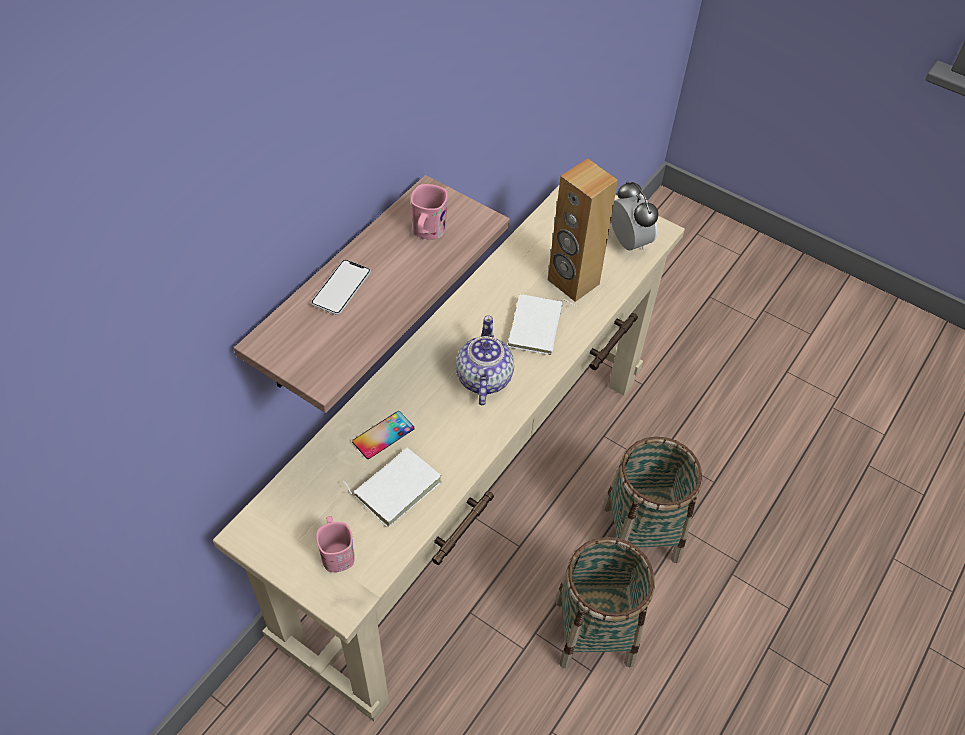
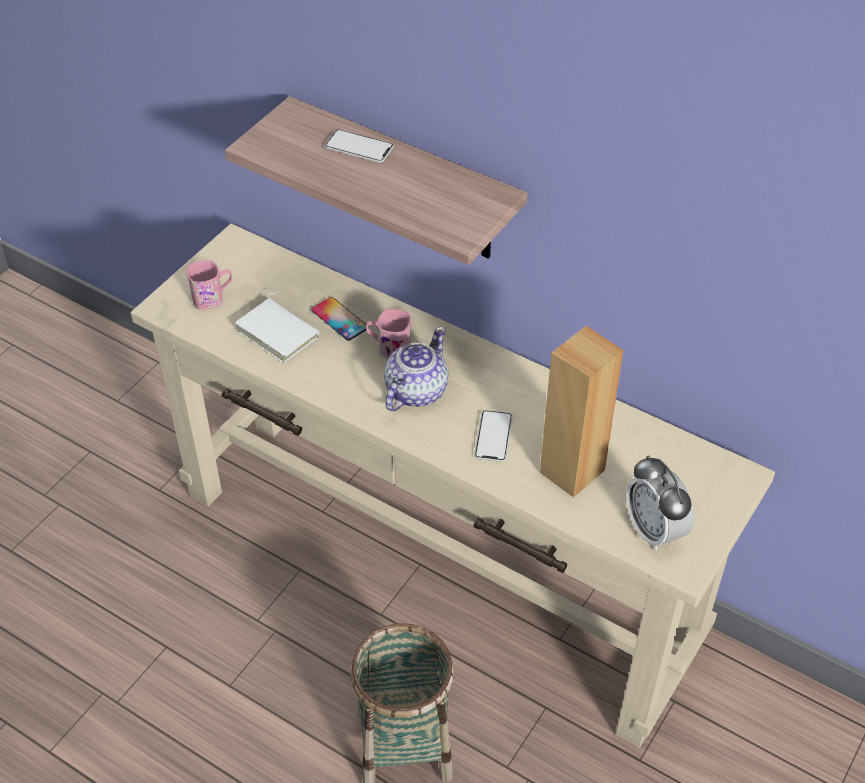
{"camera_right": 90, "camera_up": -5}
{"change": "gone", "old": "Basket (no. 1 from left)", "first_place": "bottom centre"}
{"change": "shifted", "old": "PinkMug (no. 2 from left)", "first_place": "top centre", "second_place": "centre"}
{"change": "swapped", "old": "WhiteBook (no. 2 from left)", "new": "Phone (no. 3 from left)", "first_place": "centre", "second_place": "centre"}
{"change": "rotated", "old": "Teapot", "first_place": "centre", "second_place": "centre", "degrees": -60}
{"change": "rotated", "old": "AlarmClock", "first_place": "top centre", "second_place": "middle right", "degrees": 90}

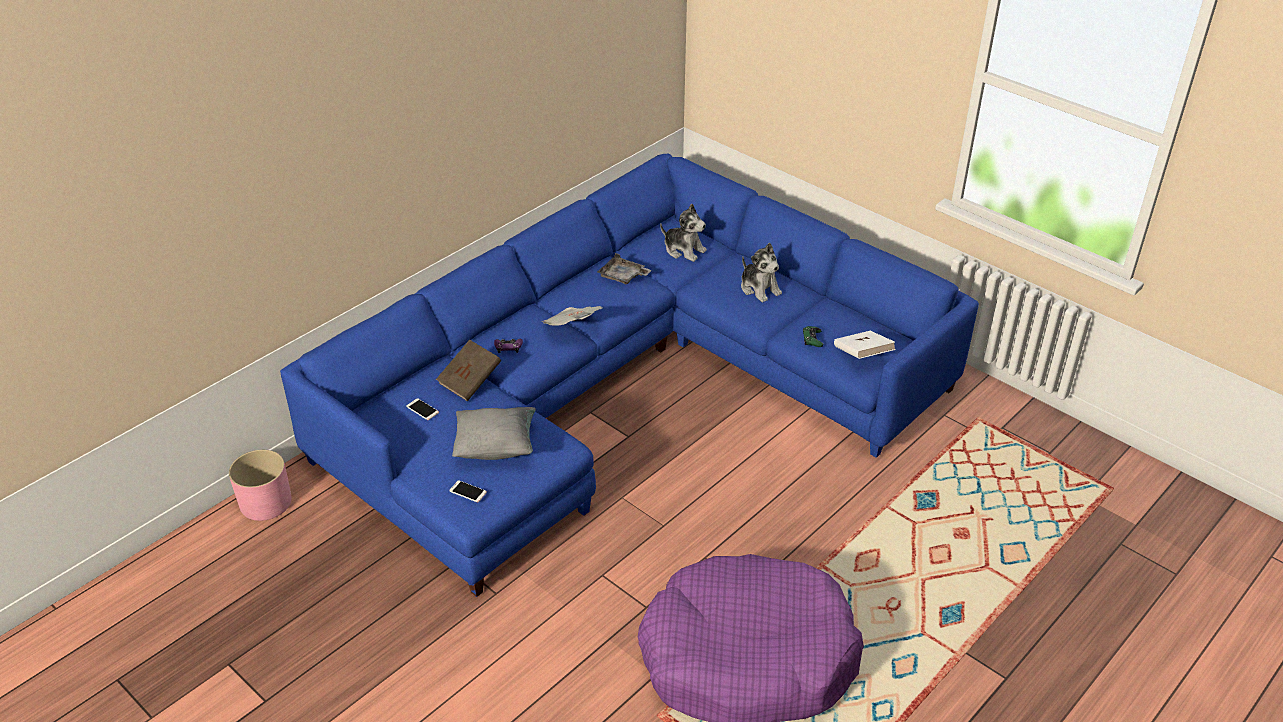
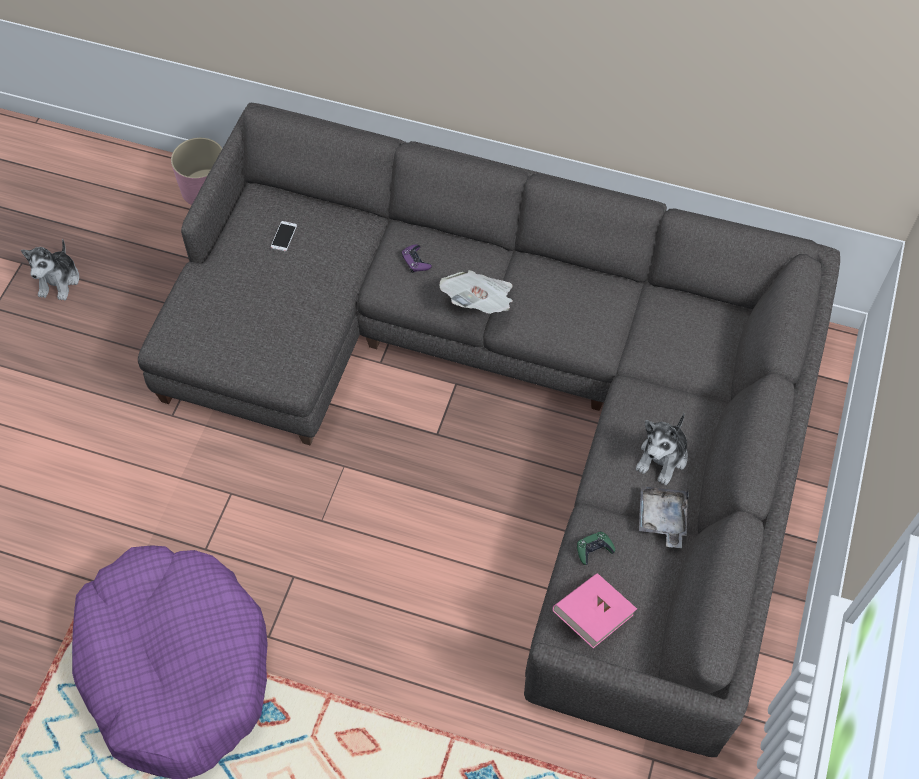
{"camera_right": 65, "camera_up": 20}
{"change": "gone", "old": "BrownBook", "first_place": "centre"}
{"change": "gone", "old": "Phone (no. 2 from left)", "first_place": "bottom centre"}
{"change": "gone", "old": "GreyPillow", "first_place": "centre"}
{"change": "shifted", "old": "GreyTray", "first_place": "centre", "second_place": "middle right"}
{"change": "shifted", "old": "PlushToy (no. 1 from left)", "first_place": "top centre", "second_place": "middle left"}
{"change": "repainted", "old": "BlueSofa", "new": "GreySofa", "first_place": "centre", "second_place": "centre"}
{"change": "repainted", "old": "WhiteBook", "new": "PinkBook", "first_place": "middle right", "second_place": "bottom centre"}

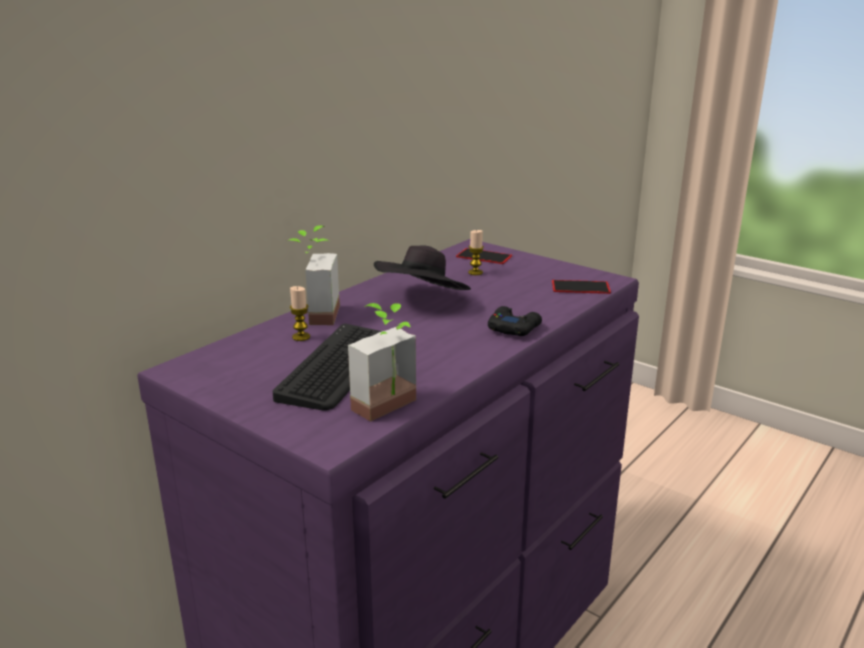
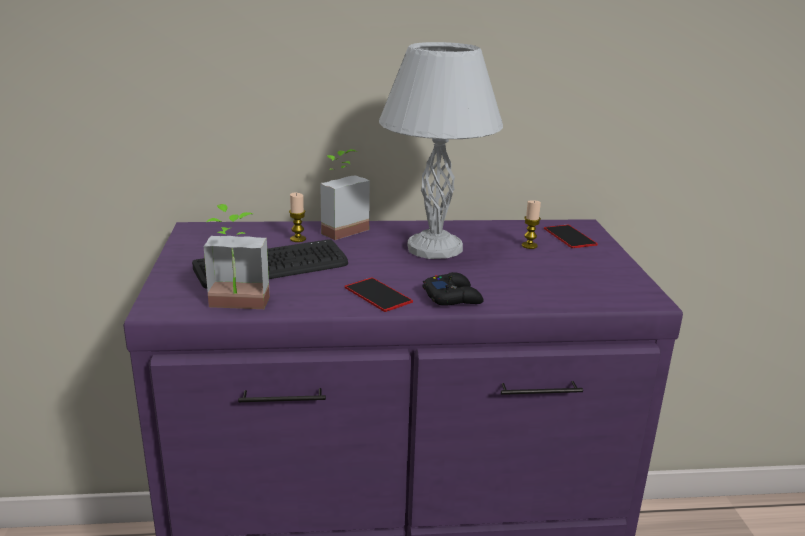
{"camera_right": 45, "camera_up": 0}
{"change": "shifted", "old": "Phone (no. 2 from left in the first image)", "new": "Phone (no. 1 from left)", "first_place": "middle right", "second_place": "centre"}
{"change": "swapped", "old": "BlackHat", "new": "WhiteTableLamp", "first_place": "centre", "second_place": "top centre"}

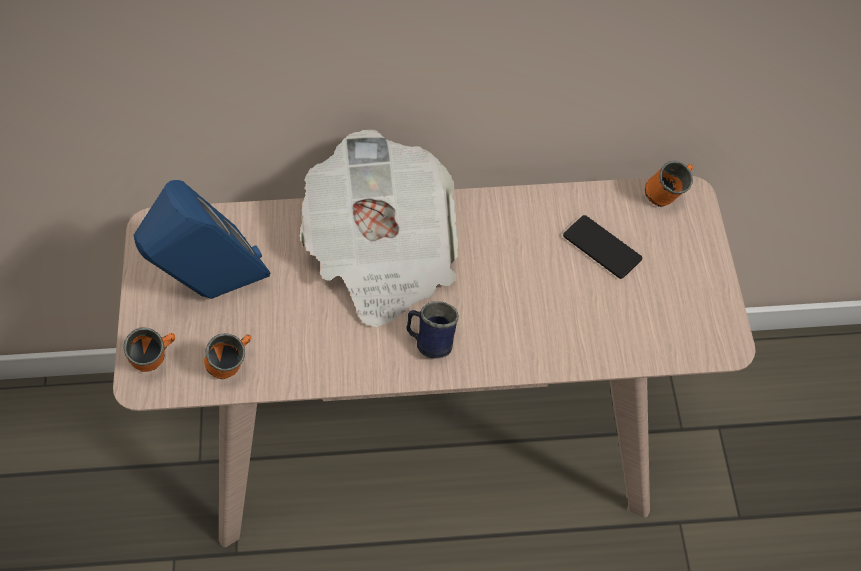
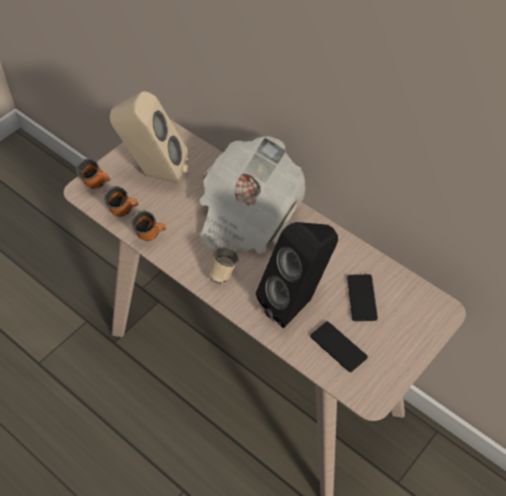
{"camera_right": 45, "camera_up": -5}
{"change": "new", "new": "BlackSpeaker", "second_place": "centre"}
{"change": "new", "new": "Phone (no. 1 from left)", "second_place": "bottom right"}
{"change": "shifted", "old": "OrangeMug (no. 3 from left)", "first_place": "top right", "second_place": "middle left"}
{"change": "repainted", "old": "BlueSpeaker", "new": "BeigeSpeaker", "first_place": "middle left", "second_place": "top left"}
{"change": "repainted", "old": "BlueMug", "new": "BeigeMug", "first_place": "centre", "second_place": "centre"}

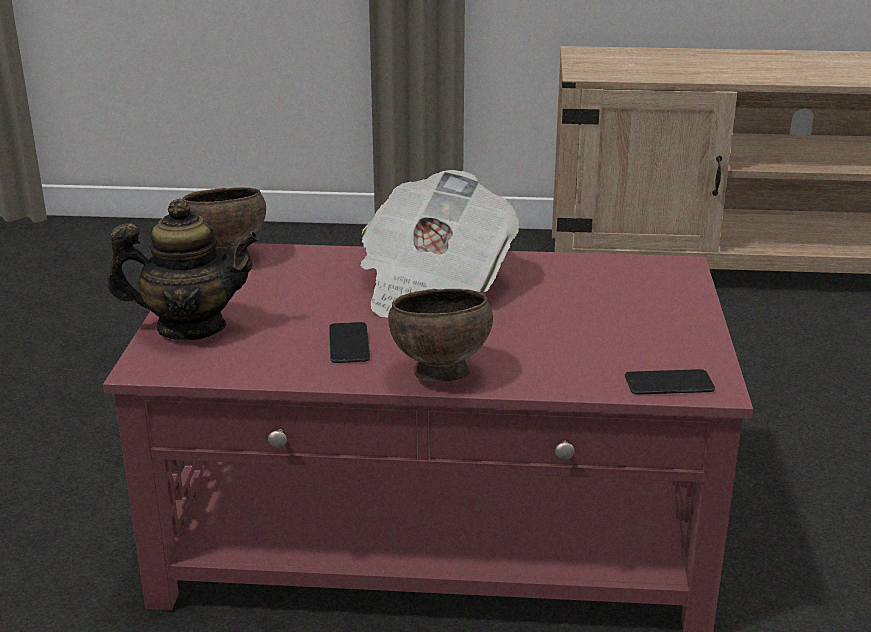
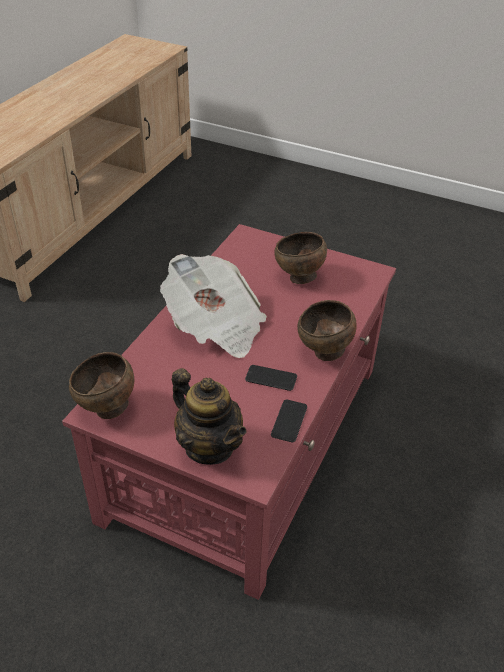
{"camera_right": -70, "camera_up": 15}
{"change": "new", "new": "BrownBowl (no. 2 from left)", "second_place": "centre"}
{"change": "shifted", "old": "Phone (no. 2 from left)", "first_place": "middle right", "second_place": "centre"}
{"change": "rotated", "old": "Teapot", "first_place": "middle left", "second_place": "centre", "degrees": 120}

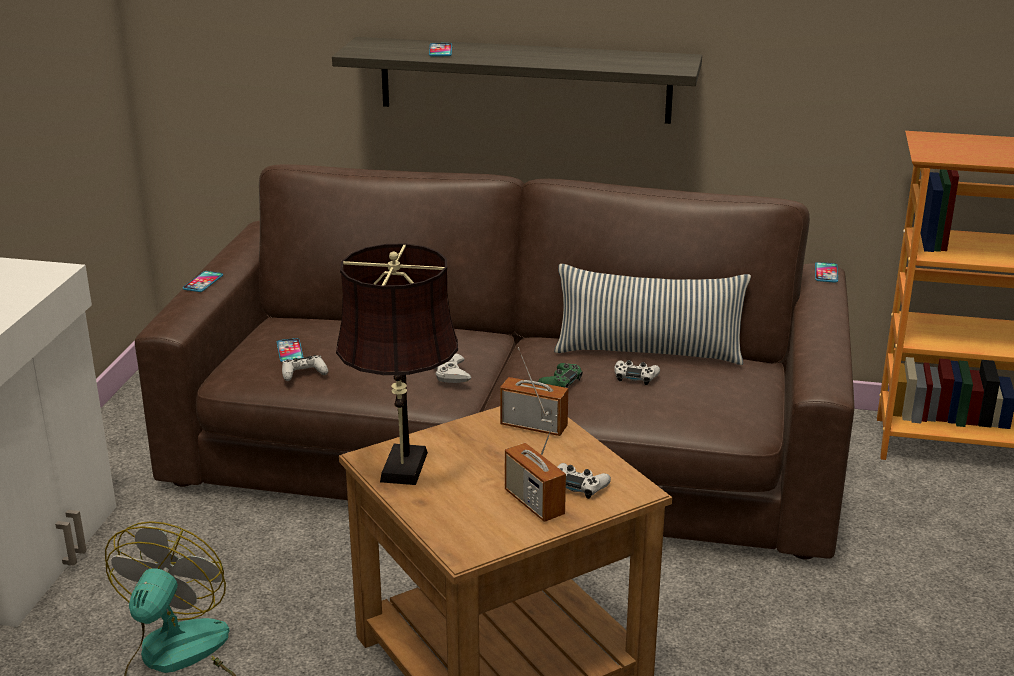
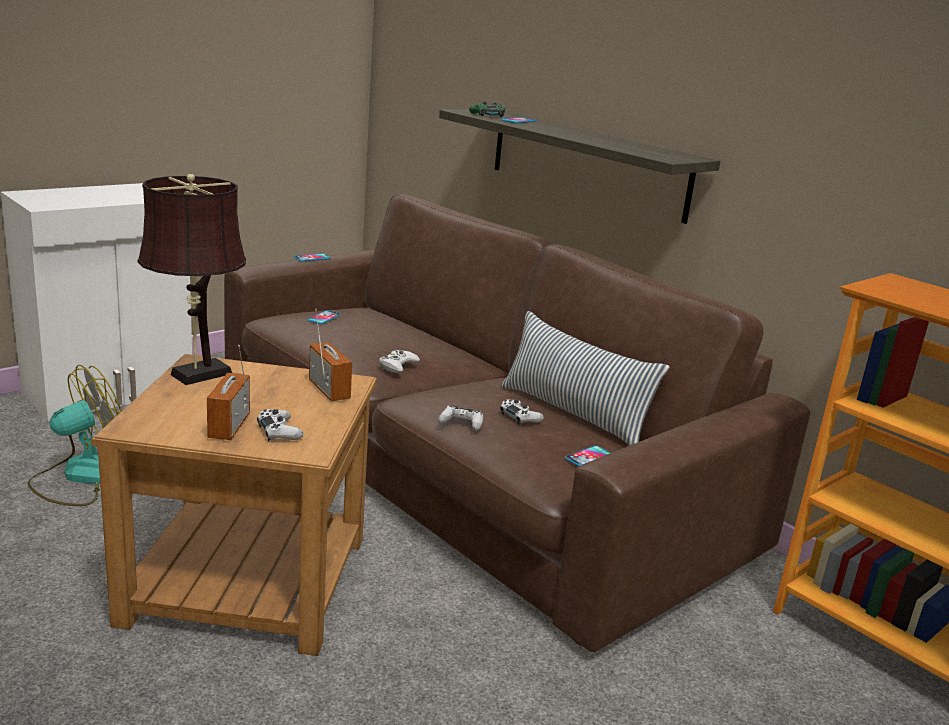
{"camera_right": 35, "camera_up": -5}
{"change": "shifted", "old": "WhiteGameController (no. 1 from left in the first image)", "new": "WhiteGameController (no. 3 from left)", "first_place": "middle left", "second_place": "centre"}
{"change": "shifted", "old": "GreenGameController", "first_place": "centre", "second_place": "top centre"}
{"change": "shifted", "old": "Phone (no. 4 from left)", "first_place": "middle right", "second_place": "centre"}

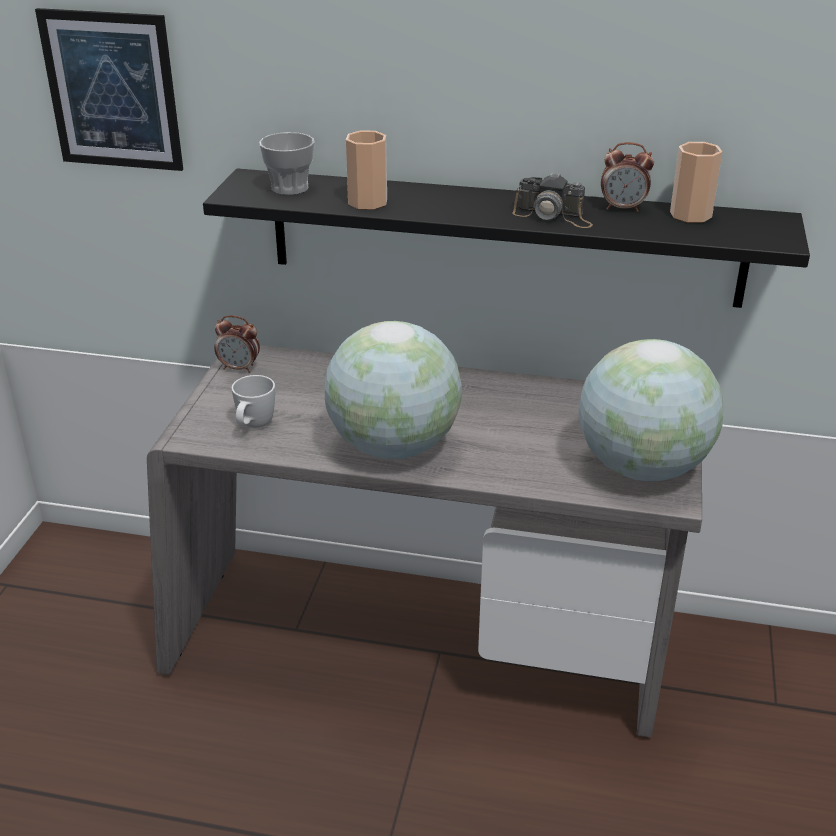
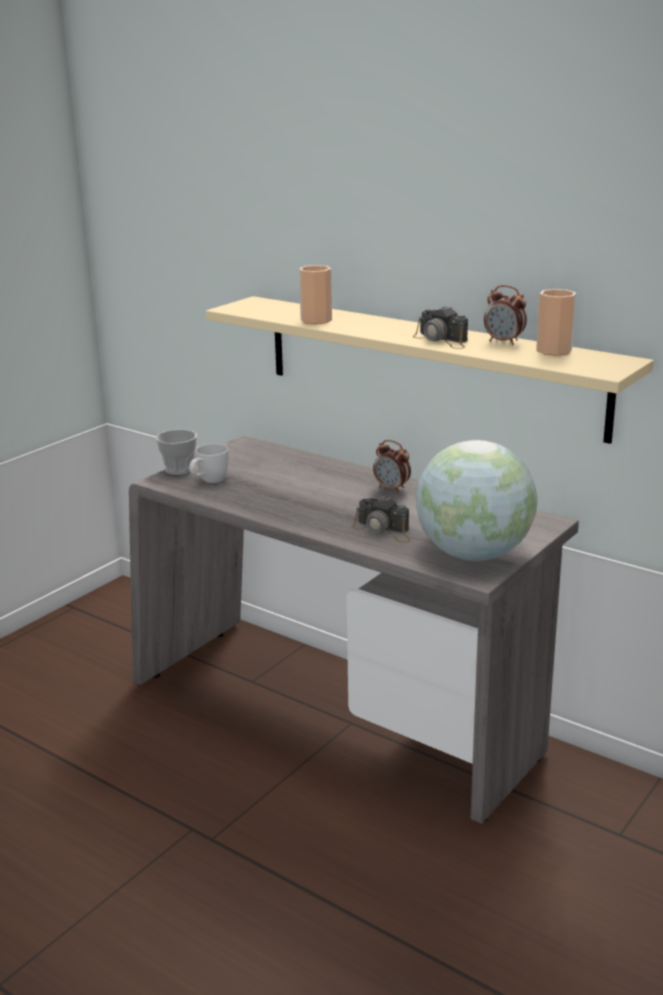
{"camera_right": 25, "camera_up": -10}
{"change": "gone", "old": "Picture", "first_place": "top left"}
{"change": "gone", "old": "Globe (no. 1 from left)", "first_place": "centre"}
{"change": "new", "new": "PhotoCamera (no. 1 from left)", "second_place": "centre"}
{"change": "shifted", "old": "AlarmClock (no. 1 from left)", "first_place": "middle left", "second_place": "centre"}
{"change": "shifted", "old": "Cup (no. 1 from left)", "first_place": "top centre", "second_place": "middle left"}
{"change": "repainted", "old": "BlackShelf", "new": "BeigeShelf", "first_place": "top centre", "second_place": "centre"}

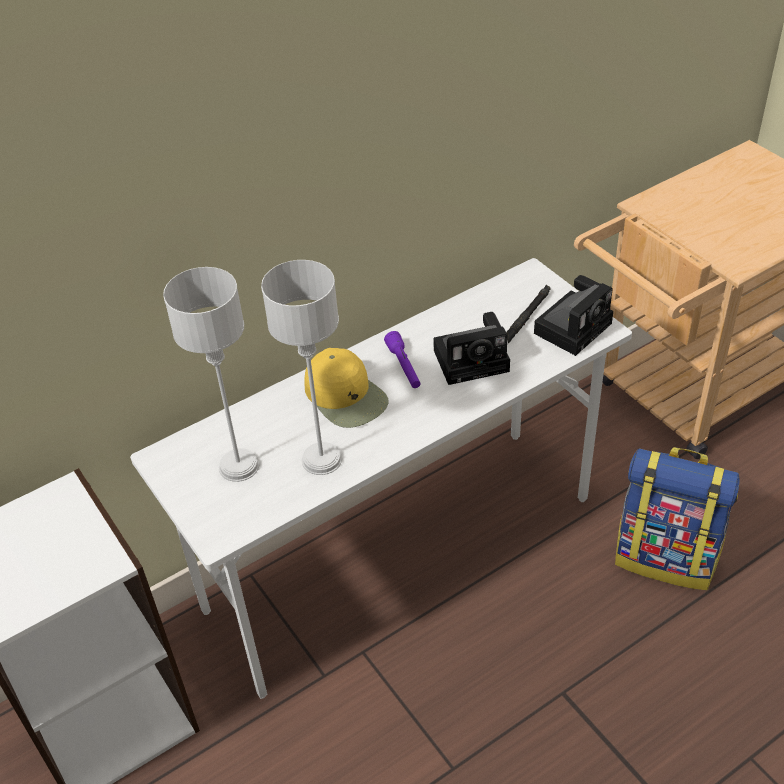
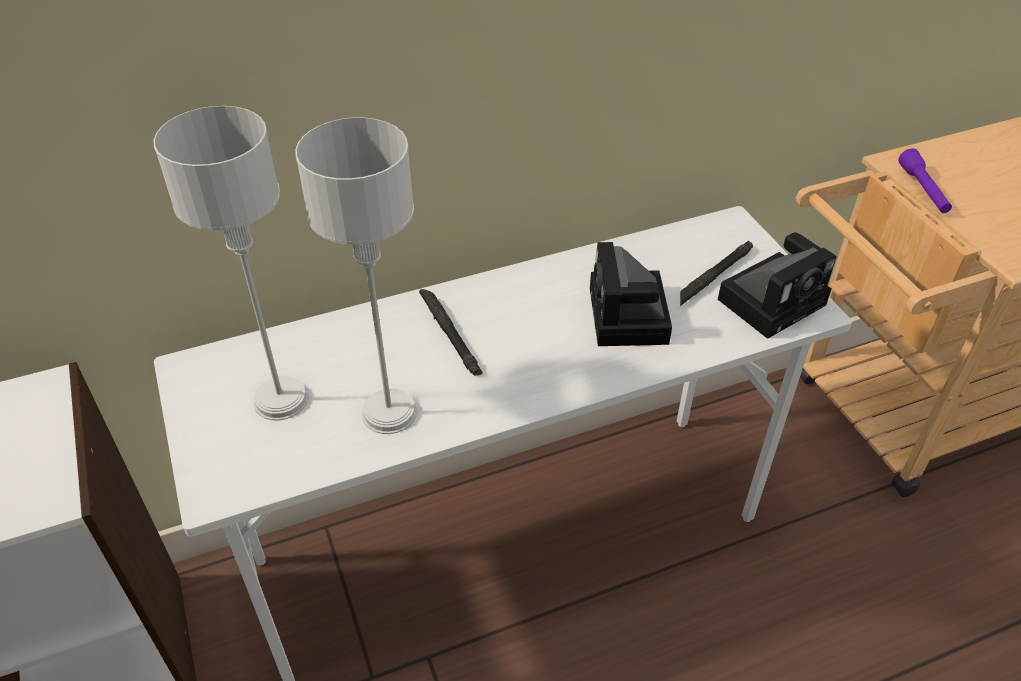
{"camera_right": 10, "camera_up": 0}
{"change": "gone", "old": "Backpack", "first_place": "middle right"}
{"change": "shifted", "old": "PurpleFlashlight", "first_place": "centre", "second_place": "top right"}
{"change": "swapped", "old": "YellowCap", "new": "BlackFlashlight (no. 1 from left)", "first_place": "centre", "second_place": "centre"}
{"change": "rotated", "old": "PhotoCamera (no. 1 from left)", "first_place": "centre", "second_place": "centre", "degrees": 90}

